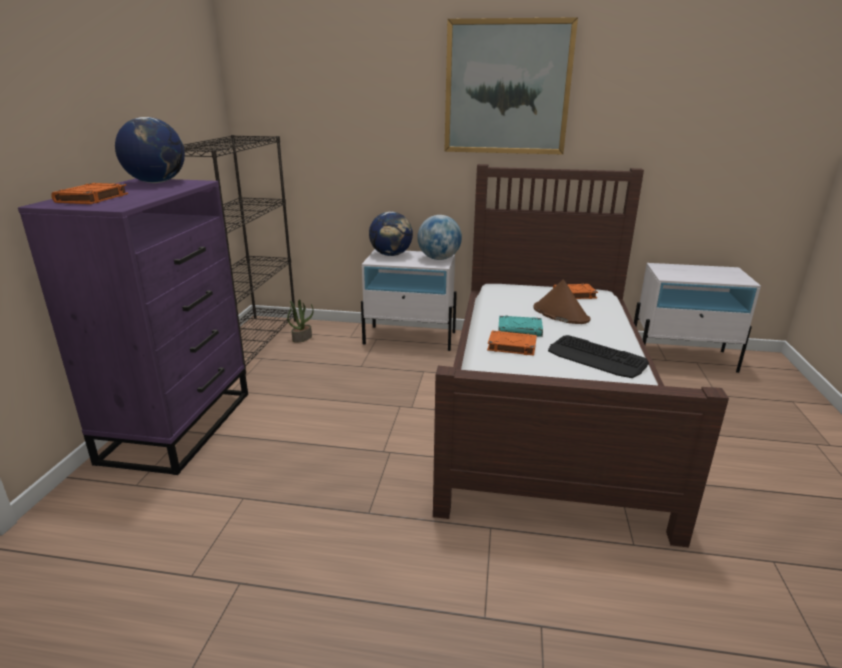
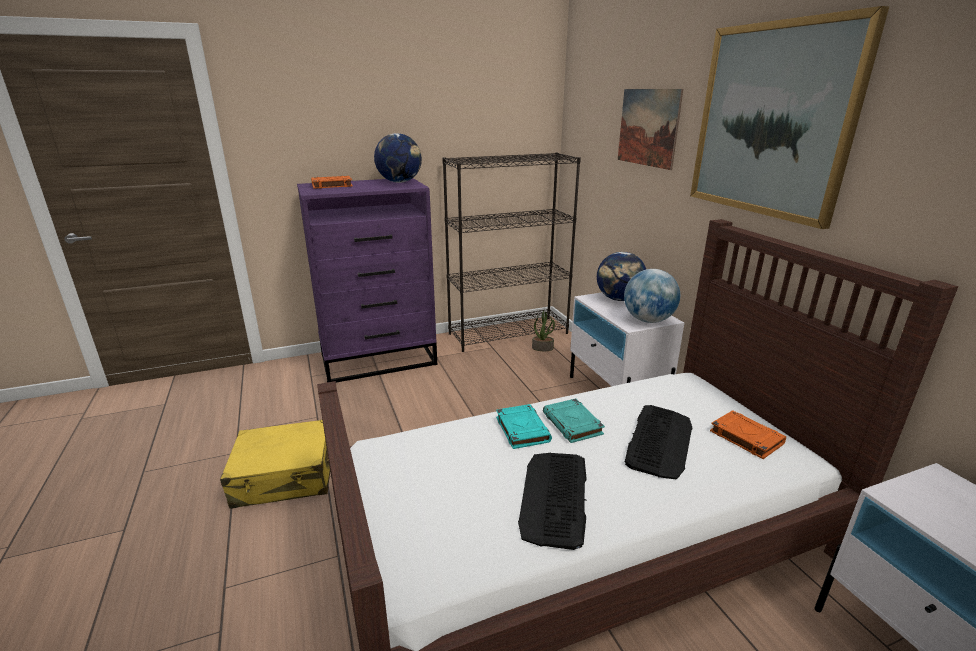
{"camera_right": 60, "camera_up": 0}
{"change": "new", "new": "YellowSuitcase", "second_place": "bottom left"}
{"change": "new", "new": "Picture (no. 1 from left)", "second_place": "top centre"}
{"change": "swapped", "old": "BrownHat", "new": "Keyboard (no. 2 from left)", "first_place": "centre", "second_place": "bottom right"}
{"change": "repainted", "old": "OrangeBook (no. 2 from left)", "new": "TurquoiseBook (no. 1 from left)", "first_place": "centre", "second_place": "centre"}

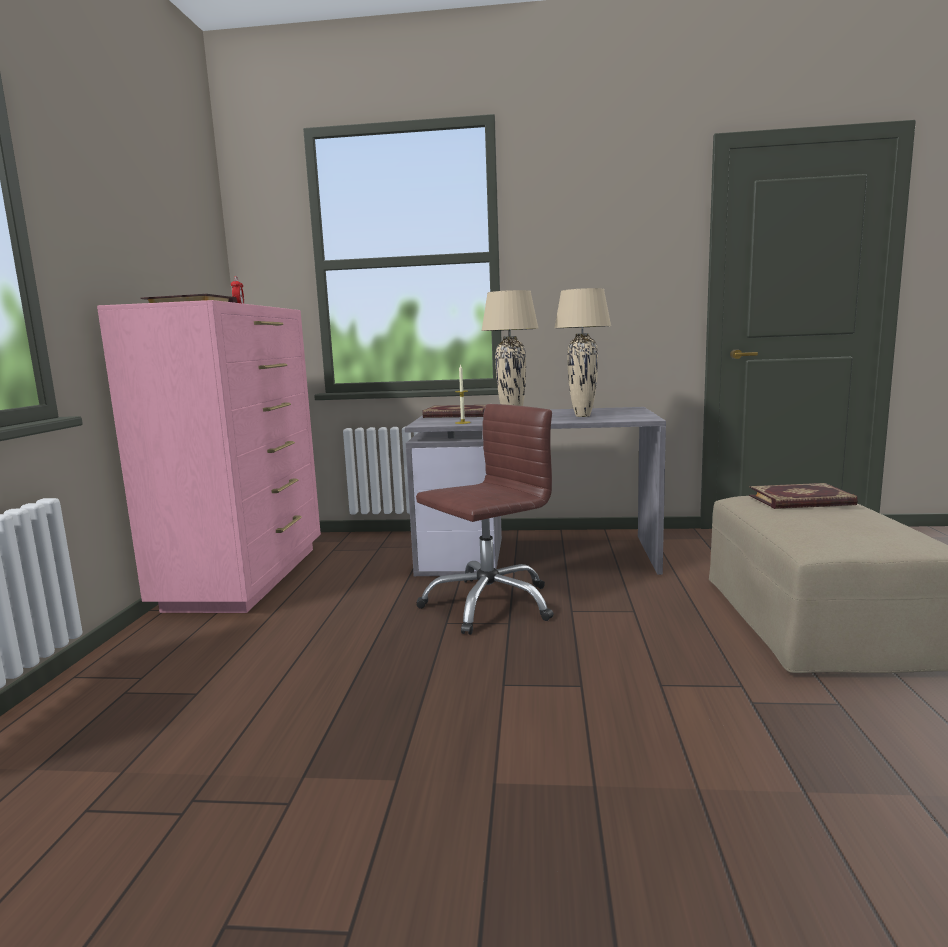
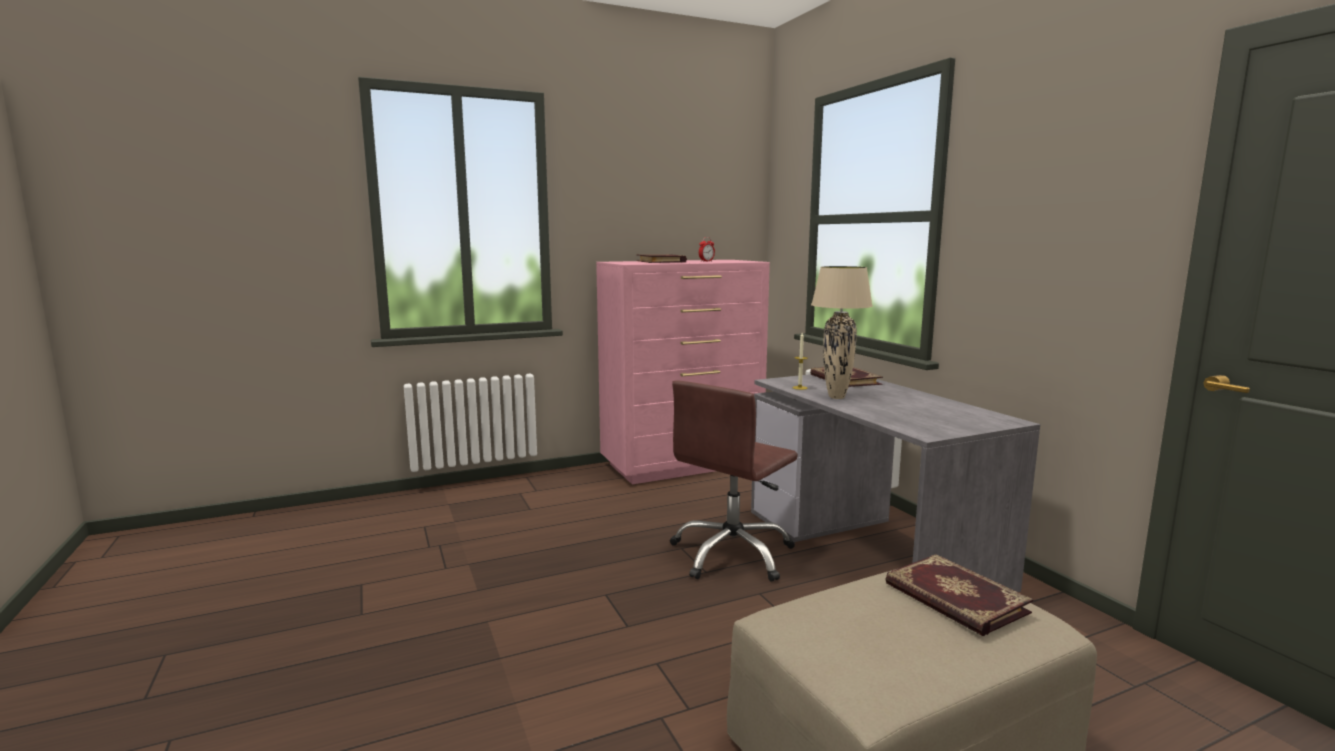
{"camera_right": 60, "camera_up": 0}
{"change": "gone", "old": "BeigeTableLamp (no. 2 from left)", "first_place": "centre"}
{"change": "rotated", "old": "BrownOfficeChair", "first_place": "centre", "second_place": "centre", "degrees": 105}

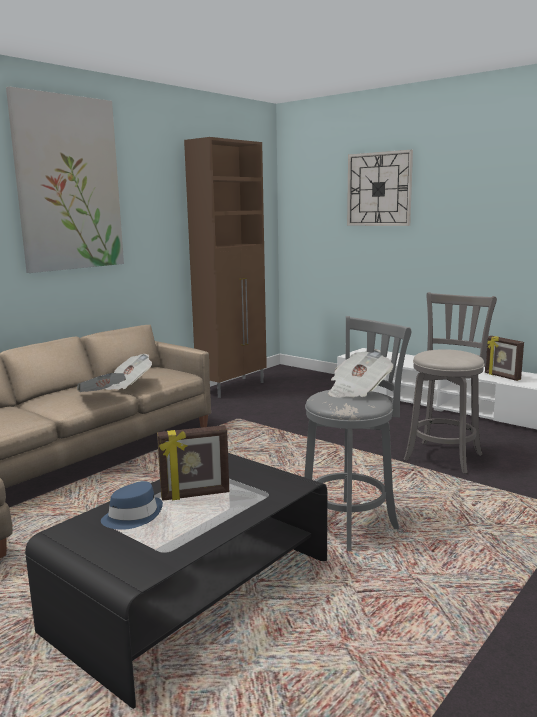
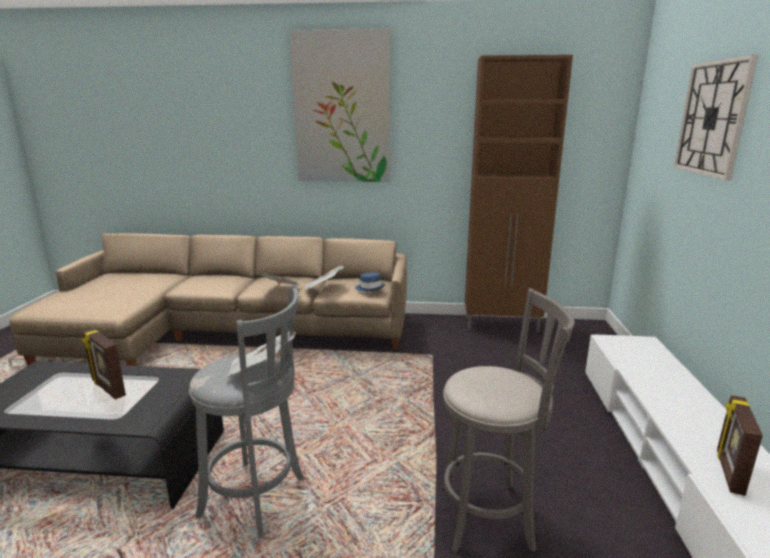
{"camera_right": 55, "camera_up": 5}
{"change": "shifted", "old": "BlueHat", "first_place": "bottom left", "second_place": "centre"}

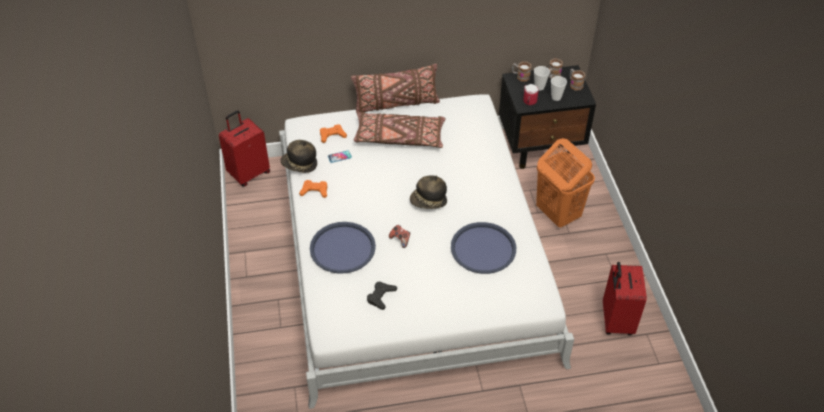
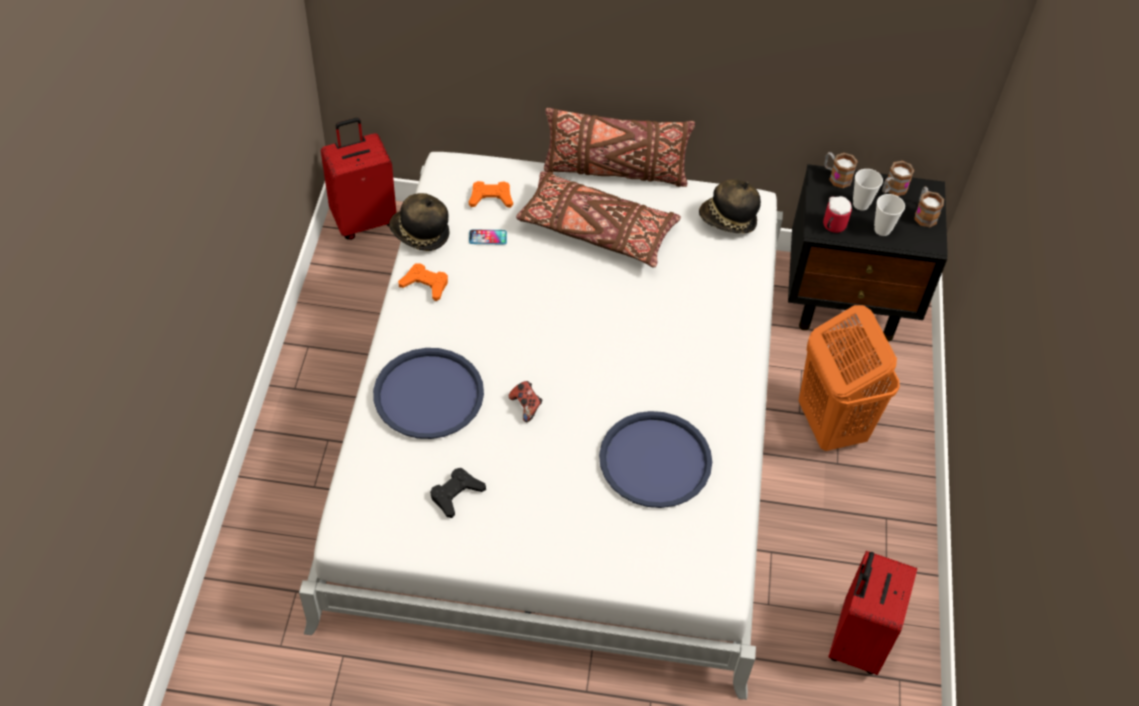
{"camera_right": 15, "camera_up": 5}
{"change": "shifted", "old": "Hat (no. 2 from left)", "first_place": "centre", "second_place": "top centre"}

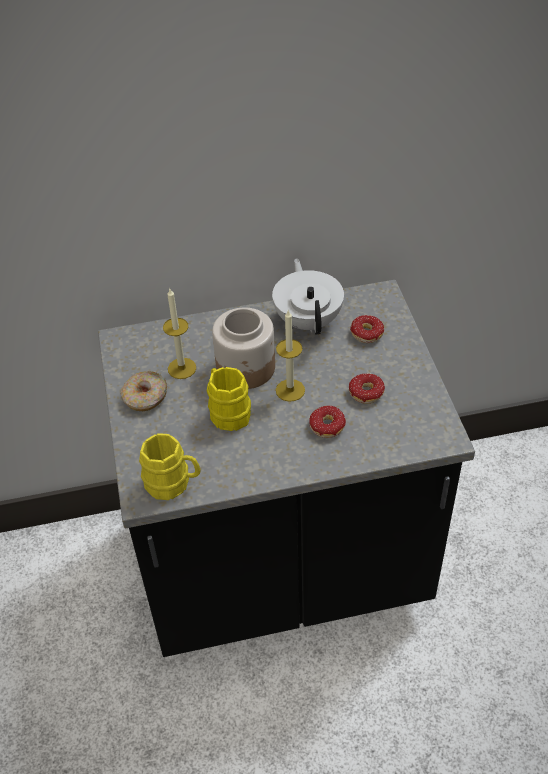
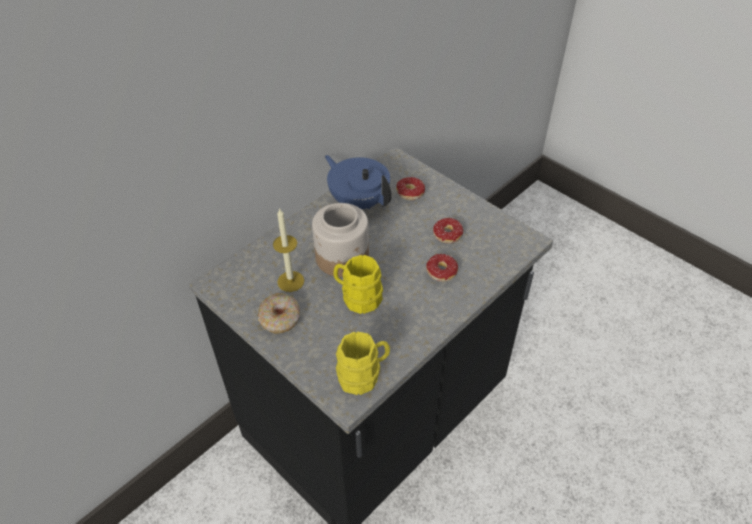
{"camera_right": -35, "camera_up": 0}
{"change": "gone", "old": "Candle (no. 2 from left)", "first_place": "centre"}
{"change": "repainted", "old": "WhiteTeapot", "new": "BlueTeapot", "first_place": "centre", "second_place": "centre"}

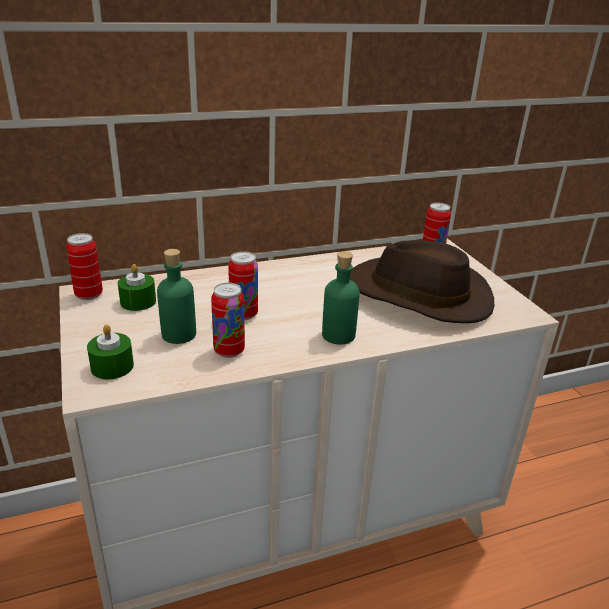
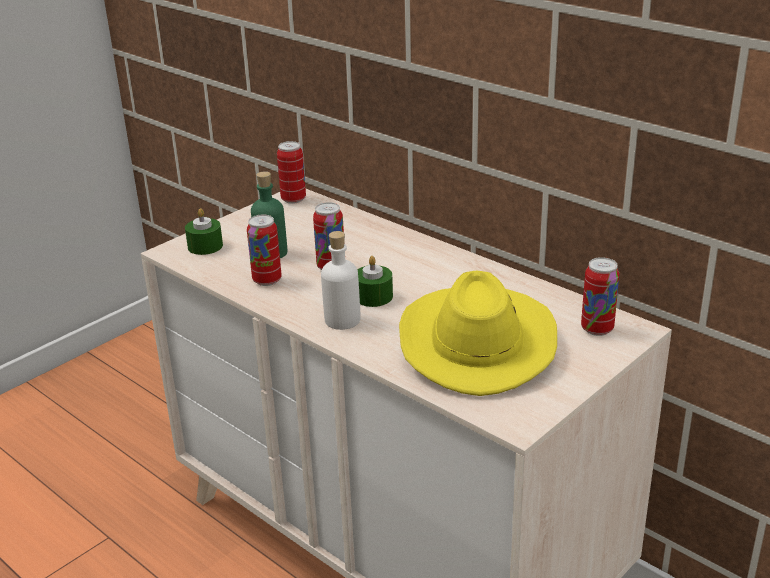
{"camera_right": 65, "camera_up": 0}
{"change": "shifted", "old": "GreenCandle (no. 2 from left)", "first_place": "middle left", "second_place": "centre"}
{"change": "repainted", "old": "GreenBottle (no. 2 from left)", "new": "WhiteBottle", "first_place": "centre", "second_place": "centre"}
{"change": "repainted", "old": "BrownHat", "new": "YellowHat", "first_place": "middle right", "second_place": "centre"}

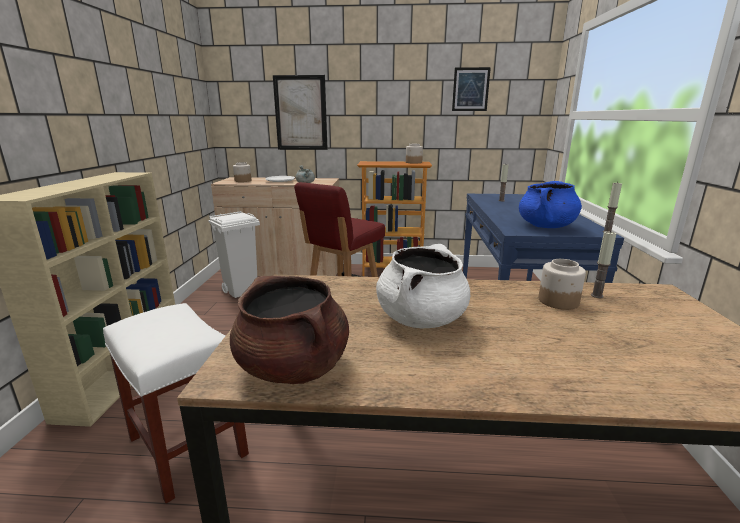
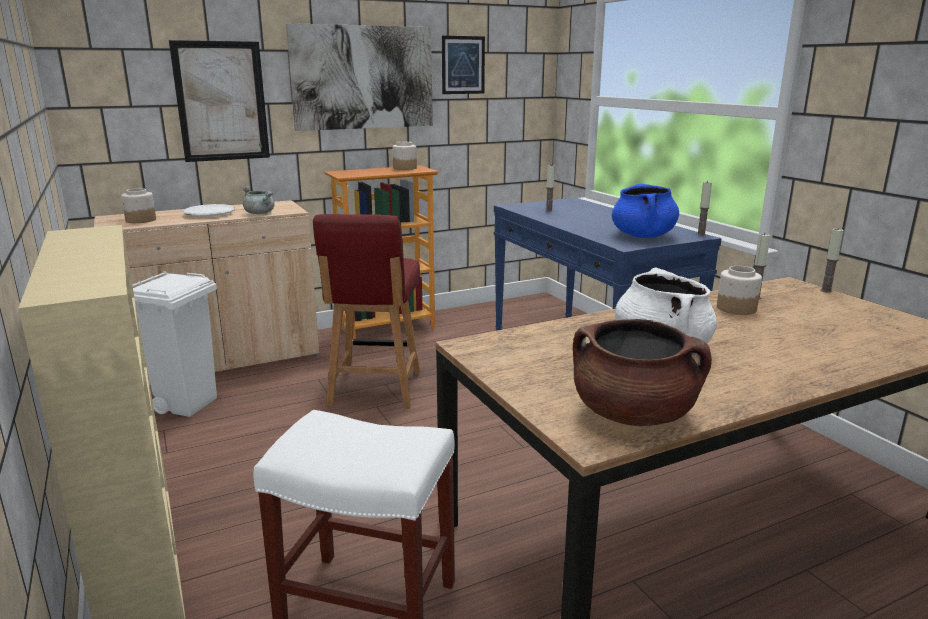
{"camera_right": -30, "camera_up": 0}
{"change": "new", "new": "Picture (no. 2 from left)", "second_place": "top centre"}
{"change": "new", "new": "Candle (no. 4 from left)", "second_place": "middle right"}

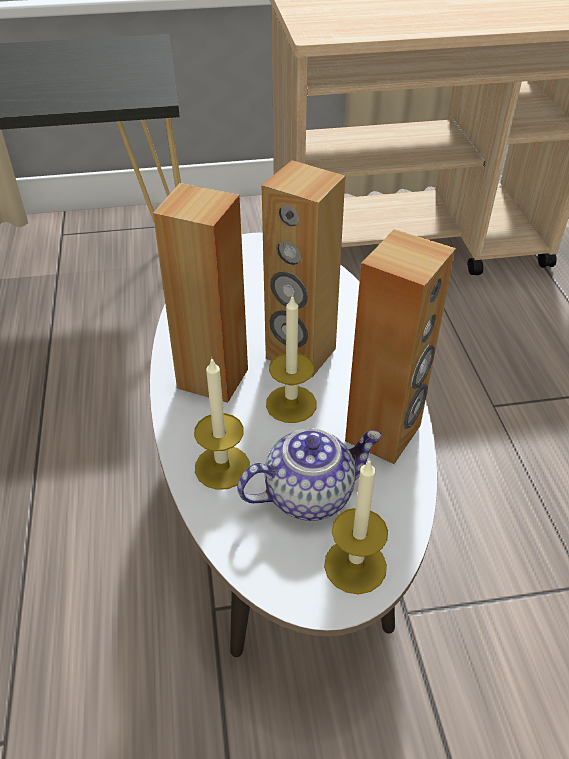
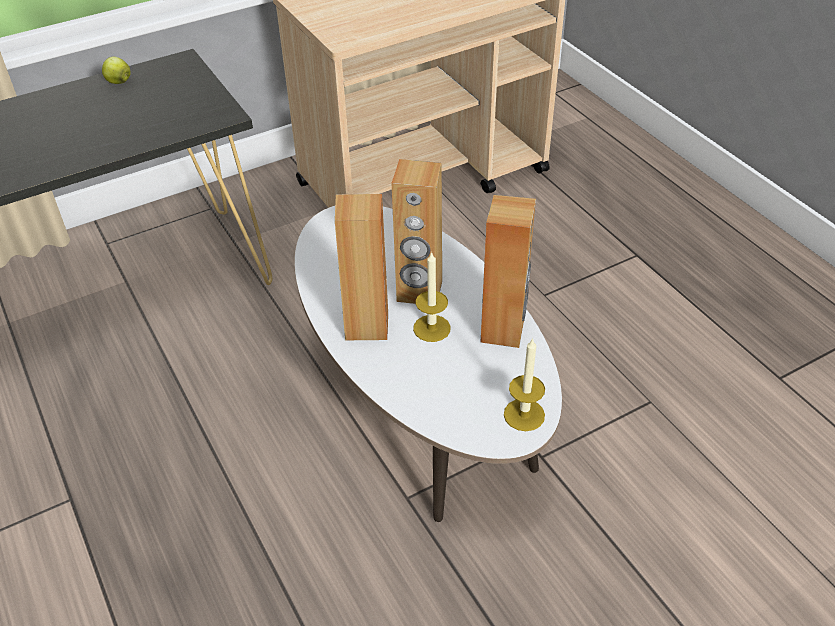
{"camera_right": -20, "camera_up": 0}
{"change": "gone", "old": "Candle (no. 1 from left)", "first_place": "centre"}
{"change": "gone", "old": "Teapot", "first_place": "centre"}
{"change": "new", "new": "Apple", "second_place": "top left"}

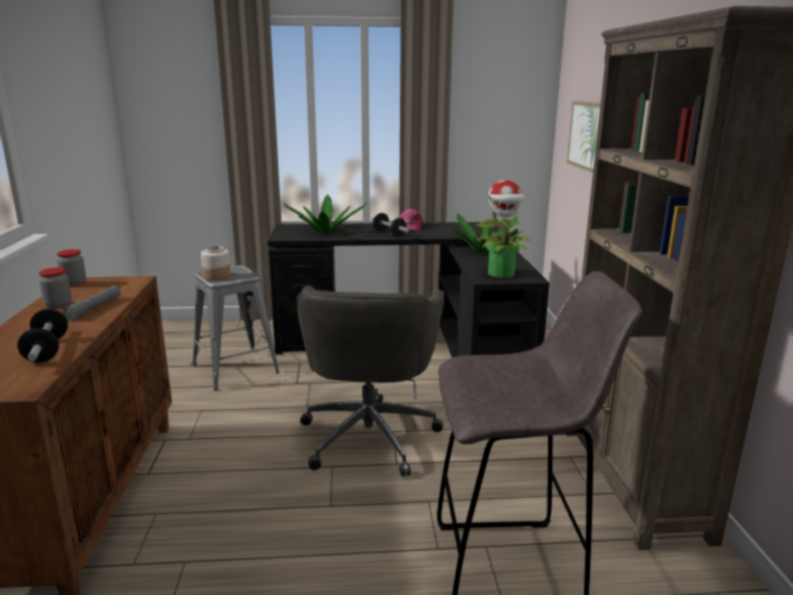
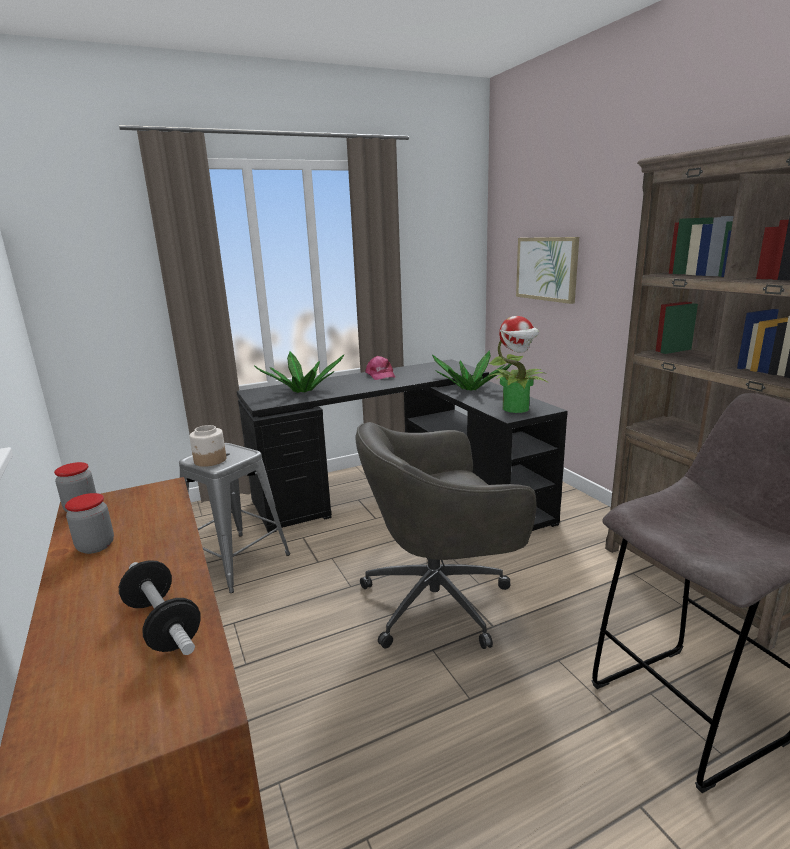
{"camera_right": -20, "camera_up": 0}
{"change": "gone", "old": "GreyFlashlight", "first_place": "middle left"}
{"change": "gone", "old": "Dumbbell (no. 2 from left)", "first_place": "centre"}
{"change": "rotated", "old": "GreyOfficeChair", "first_place": "centre", "second_place": "centre", "degrees": 90}

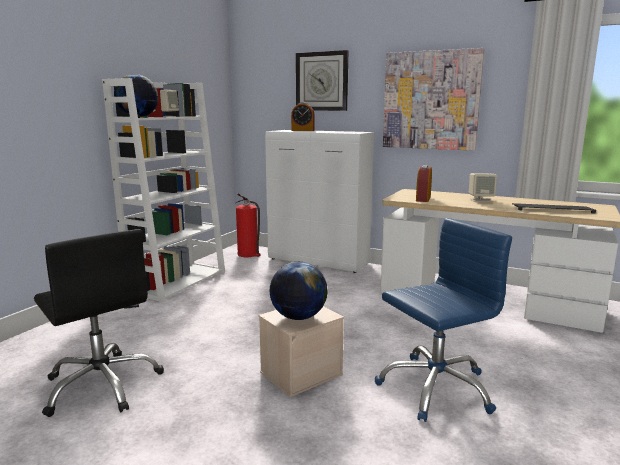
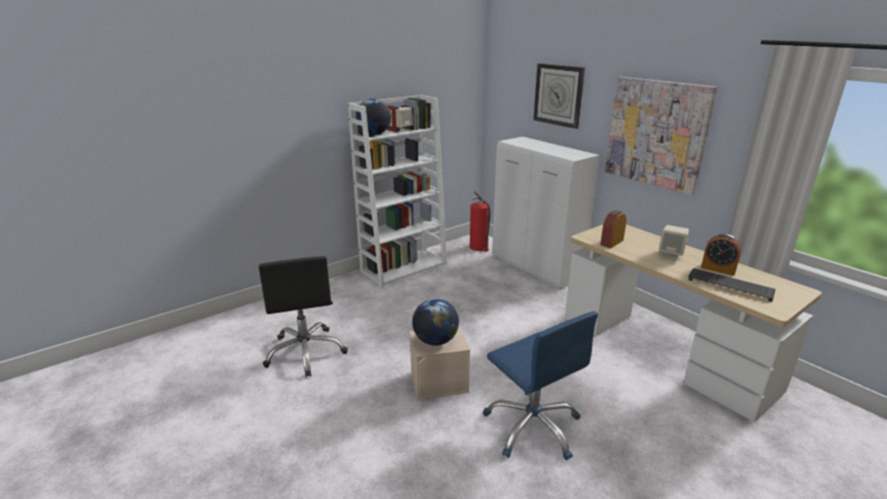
{"camera_right": 25, "camera_up": 10}
{"change": "shifted", "old": "AlarmClock (no. 1 from left in the first image)", "new": "AlarmClock (no. 2 from left)", "first_place": "top centre", "second_place": "middle right"}
{"change": "rotated", "old": "BlueOfficeChair", "first_place": "bottom right", "second_place": "bottom centre", "degrees": 60}

